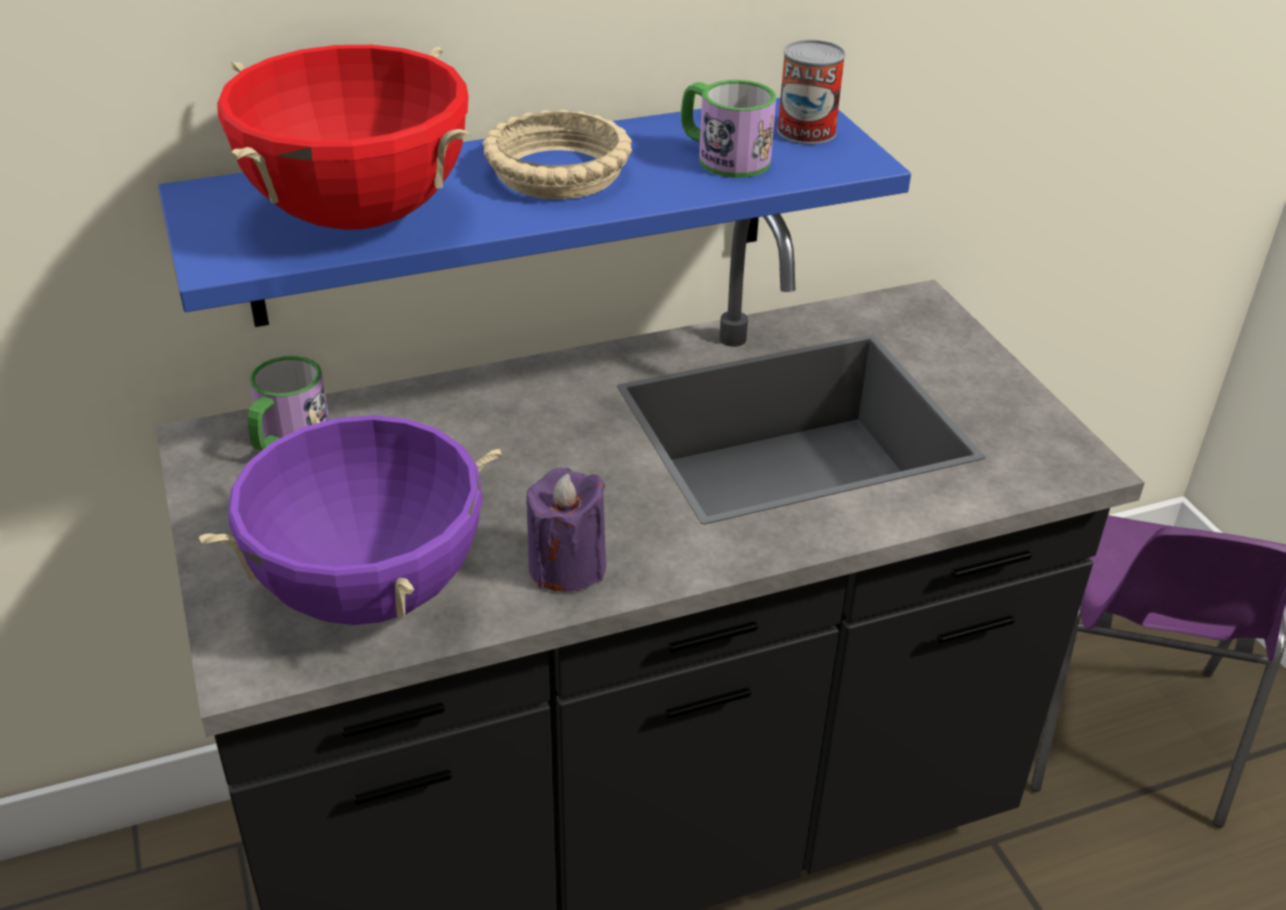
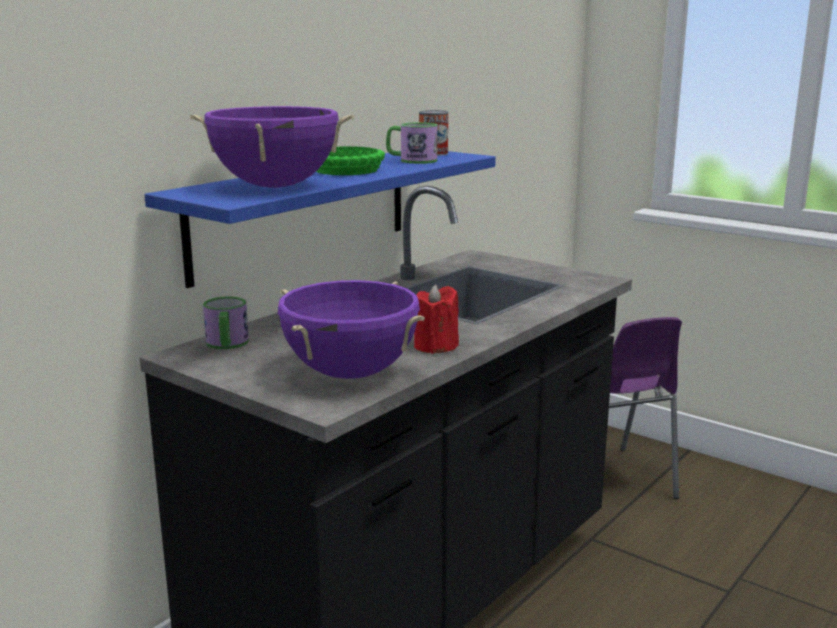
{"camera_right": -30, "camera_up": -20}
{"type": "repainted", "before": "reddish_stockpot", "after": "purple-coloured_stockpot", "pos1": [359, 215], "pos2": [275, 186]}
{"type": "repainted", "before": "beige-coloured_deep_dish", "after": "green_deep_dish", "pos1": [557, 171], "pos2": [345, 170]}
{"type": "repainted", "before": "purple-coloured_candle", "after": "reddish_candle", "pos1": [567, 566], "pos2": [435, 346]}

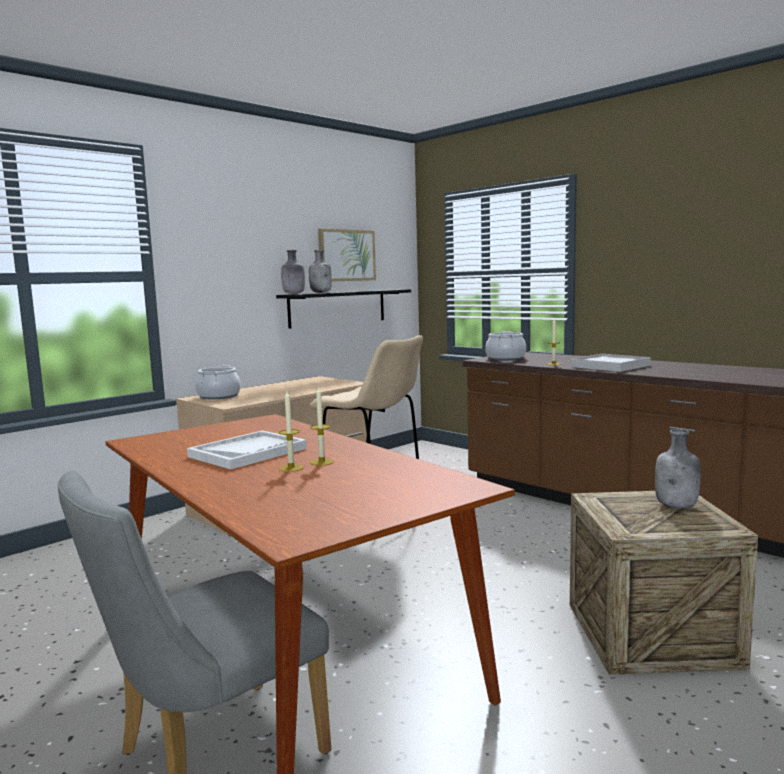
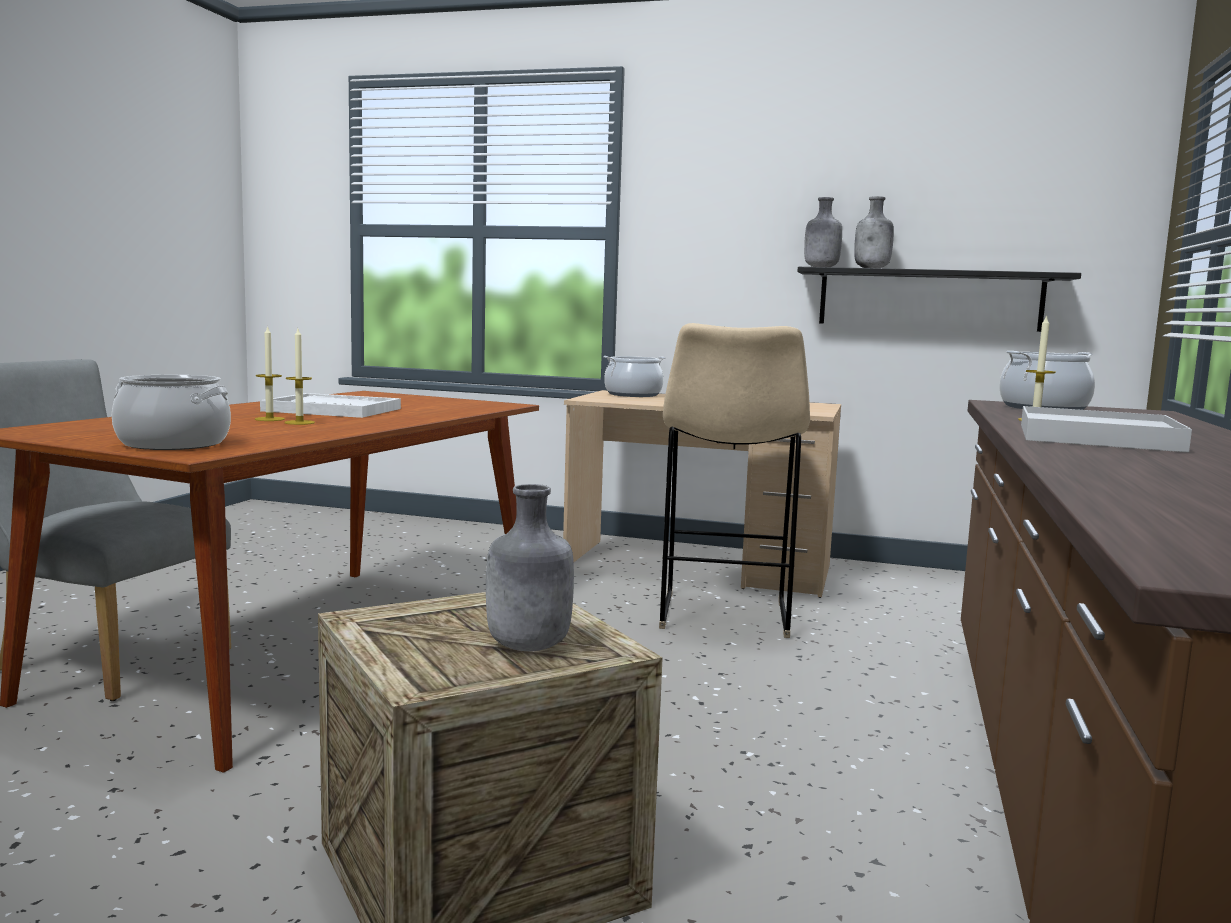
{"camera_right": 60, "camera_up": 0}
{"type": "gone", "before": "wall_art", "pos1": [346, 255]}
{"type": "new", "after": "stockpot", "pos2": [174, 444]}

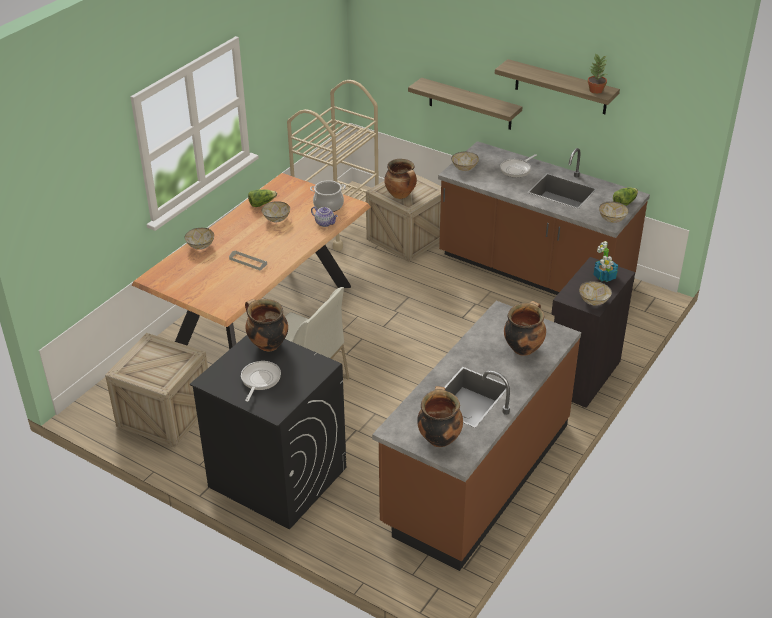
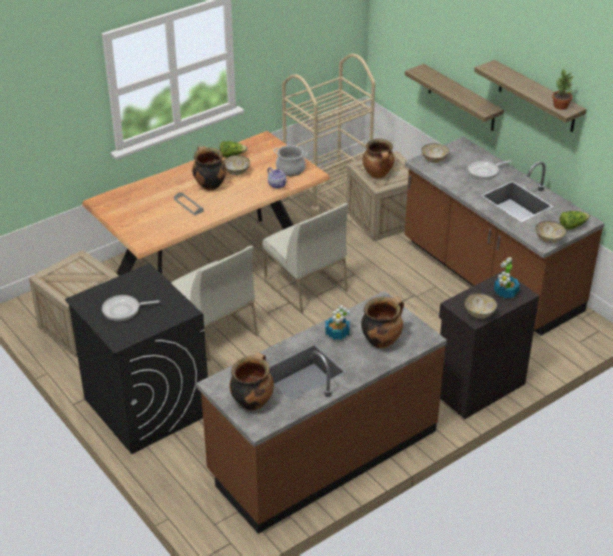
{"camera_right": 20, "camera_up": 0}
{"type": "gone", "before": "deep_dish", "pos1": [200, 246]}
{"type": "rotated", "before": "skillet", "pos1": [260, 380], "pos2": [124, 310], "turn": -135}
{"type": "shifted", "before": "stockpot", "pos1": [267, 344], "pos2": [209, 185]}
{"type": "new", "after": "white-coloured_upright_chair", "pos2": [304, 286]}
{"type": "new", "after": "potted_plant", "pos2": [337, 333]}

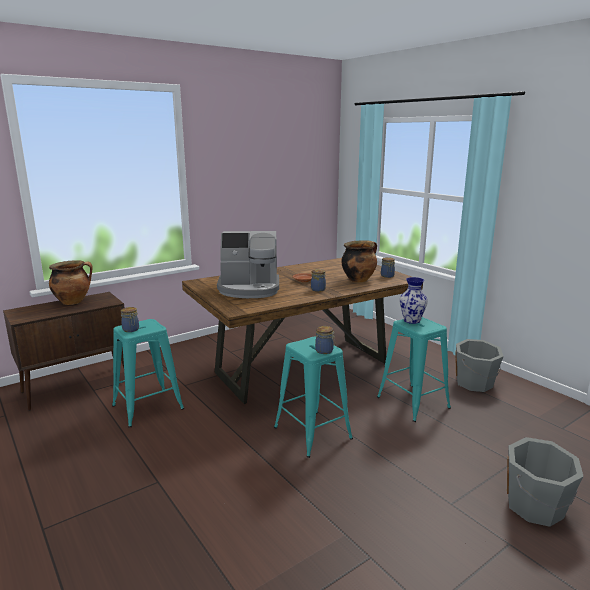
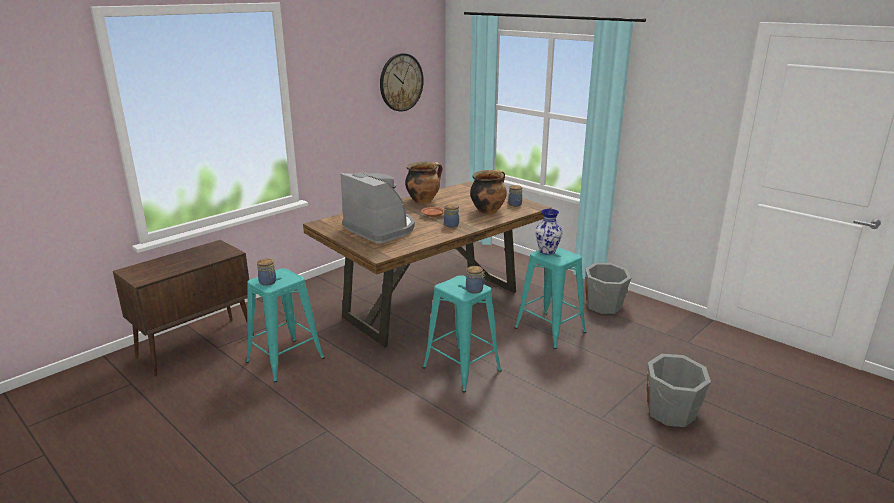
{"camera_right": -10, "camera_up": 5}
{"type": "shifted", "before": "stockpot", "pos1": [73, 302], "pos2": [423, 200]}
{"type": "rotated", "before": "coffee_machine", "pos1": [249, 289], "pos2": [381, 229], "turn": -120}
{"type": "new", "after": "clock_on_the_wall", "pos2": [401, 82]}

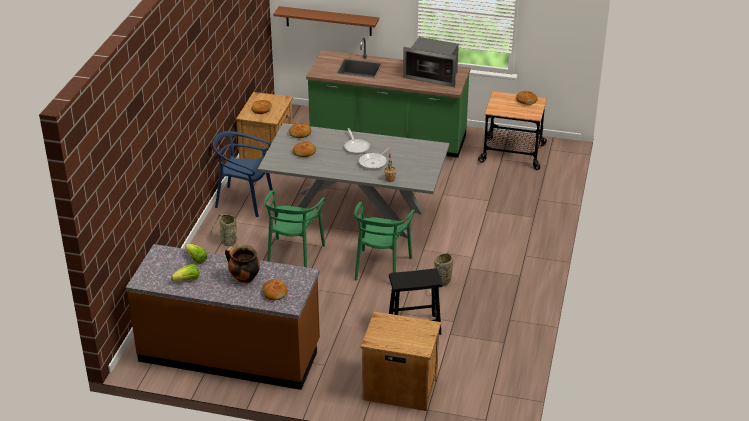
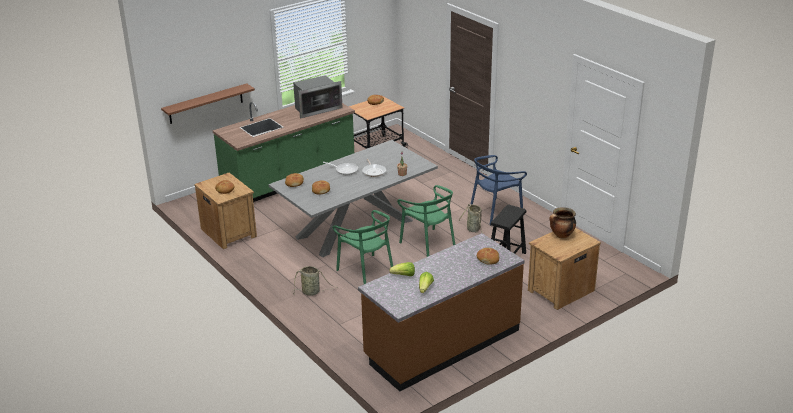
{"camera_right": -50, "camera_up": -5}
{"type": "shifted", "before": "blue-coloured_upright_chair", "pos1": [244, 200], "pos2": [495, 211]}
{"type": "shifted", "before": "stockpot", "pos1": [244, 278], "pos2": [561, 235]}

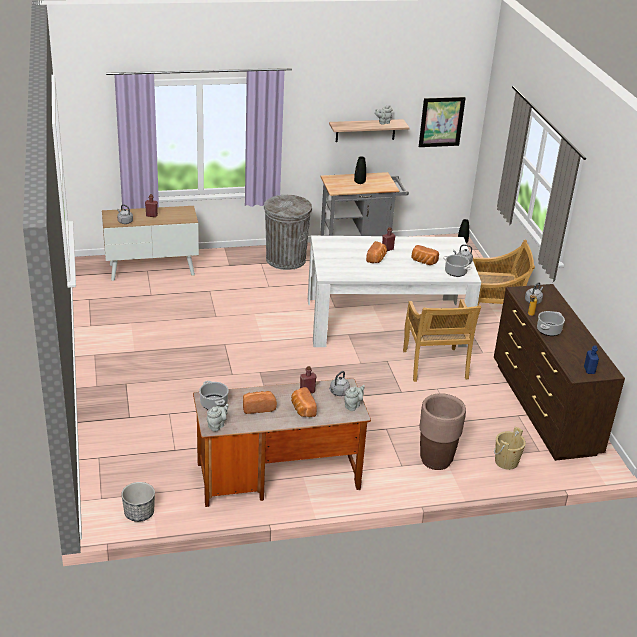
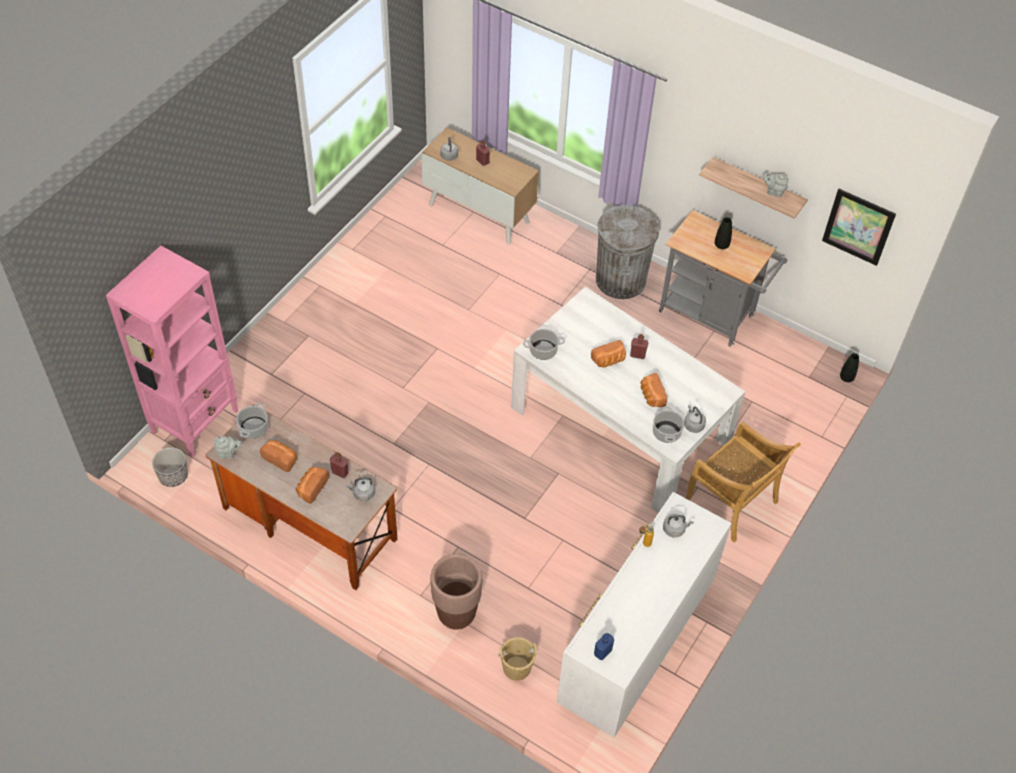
{"camera_right": 45, "camera_up": 20}
{"type": "gone", "before": "greyish_teapot", "pos1": [353, 405]}
{"type": "gone", "before": "beige-coloured_upright_chair", "pos1": [435, 366]}
{"type": "repainted", "before": "brown-coloured_dresser", "after": "white-coloured_dresser", "pos1": [544, 409], "pos2": [635, 643]}
{"type": "shifted", "before": "stockpot", "pos1": [548, 330], "pos2": [543, 350]}
{"type": "new", "after": "pink_shelving_unit", "pos2": [196, 421]}

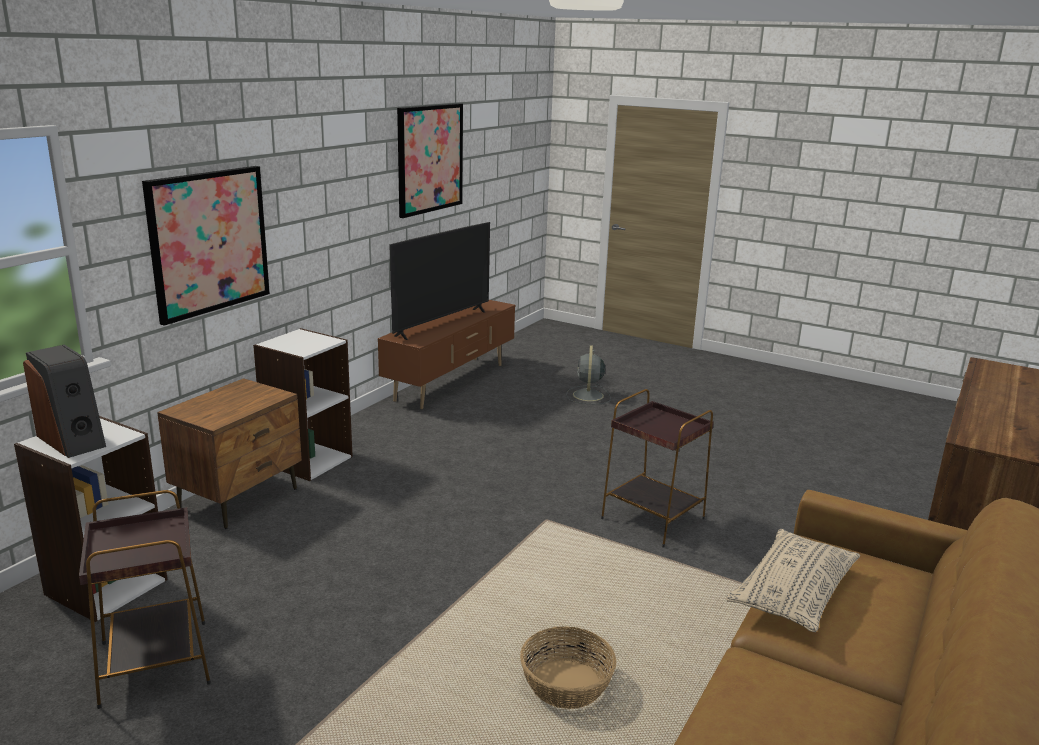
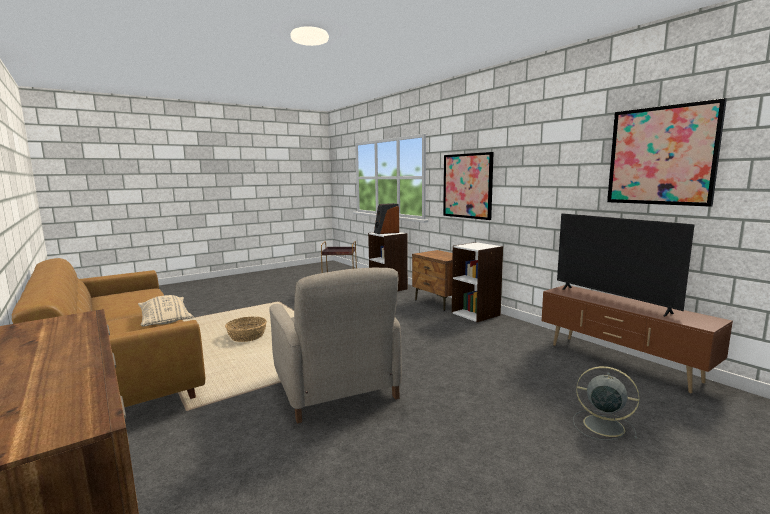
{"camera_right": 115, "camera_up": -10}
{"type": "swapped", "before": "brown-coloured_end_table", "after": "beige-coloured_armchair", "pos1": [653, 519], "pos2": [336, 388]}

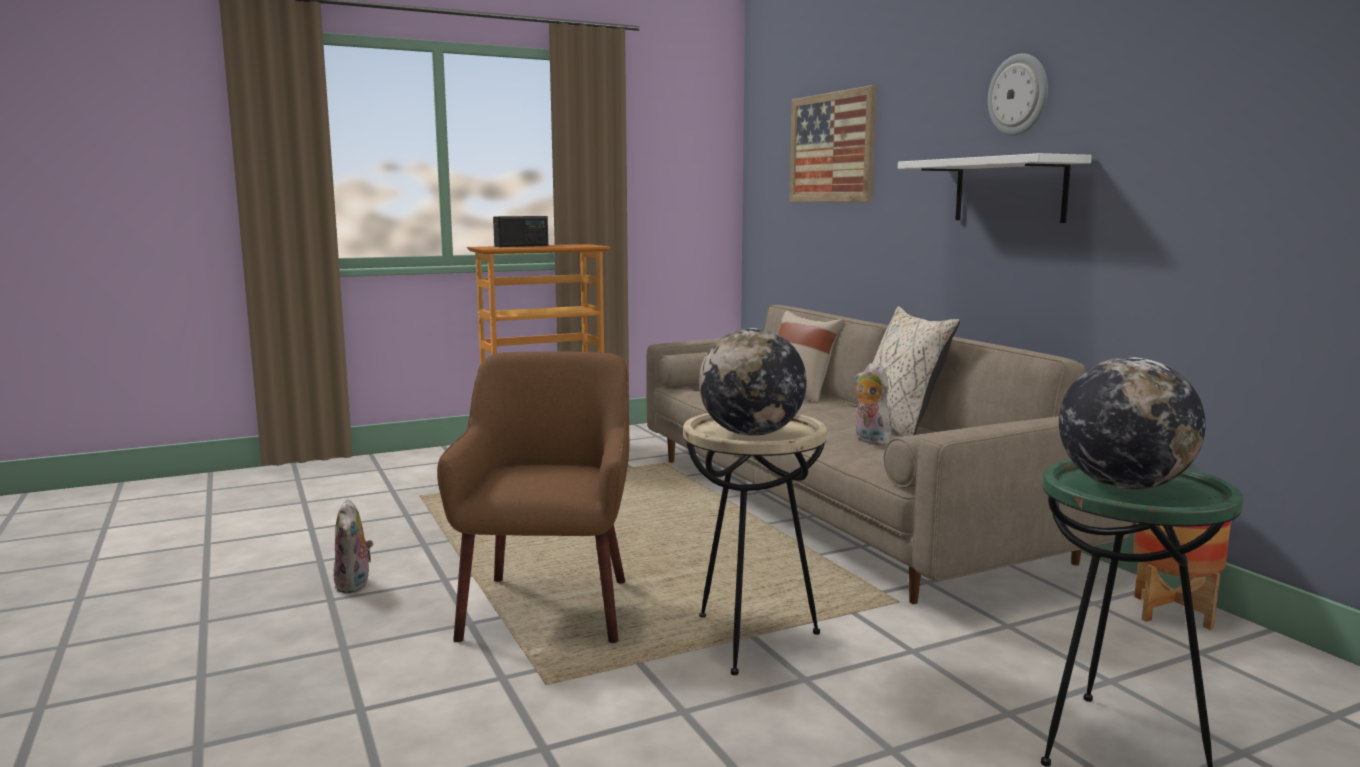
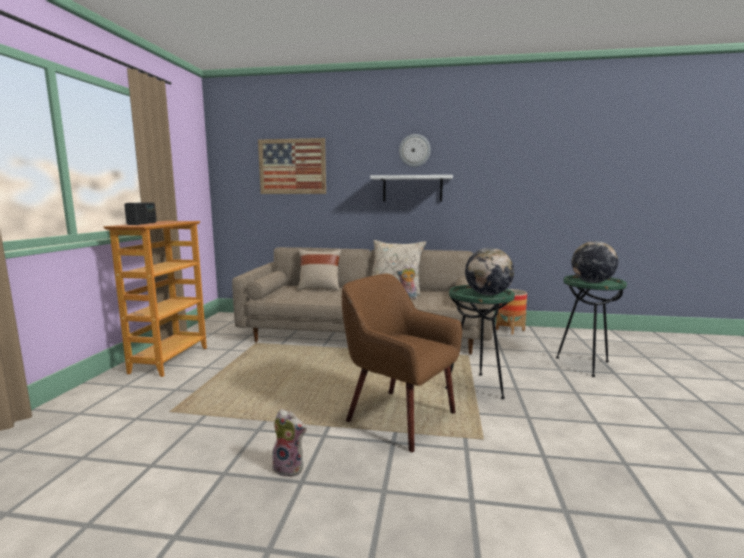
{"camera_right": -55, "camera_up": 0}
{"type": "repainted", "before": "beige-coloured_end_table", "after": "green_end_table", "pos1": [750, 640], "pos2": [476, 387]}

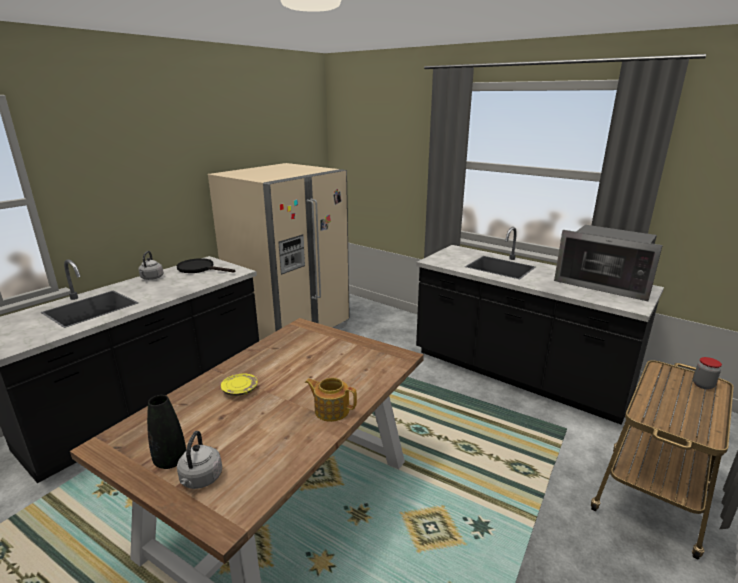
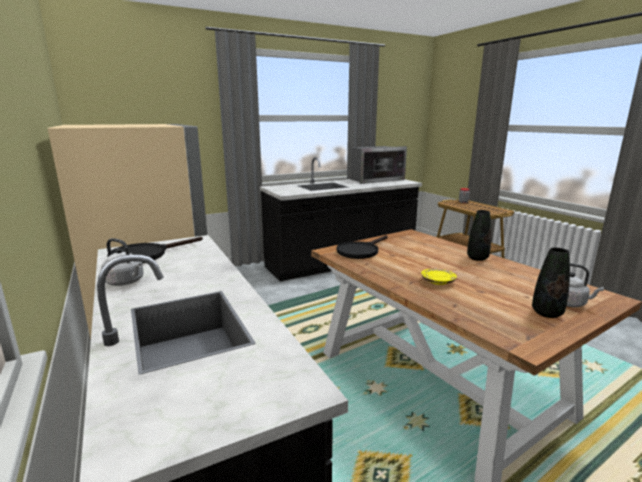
{"camera_right": -65, "camera_up": -5}
{"type": "swapped", "before": "teapot", "after": "black-coloured_decorative_vase", "pos1": [331, 410], "pos2": [477, 258]}
{"type": "new", "after": "black-coloured_skillet", "pos2": [360, 251]}

